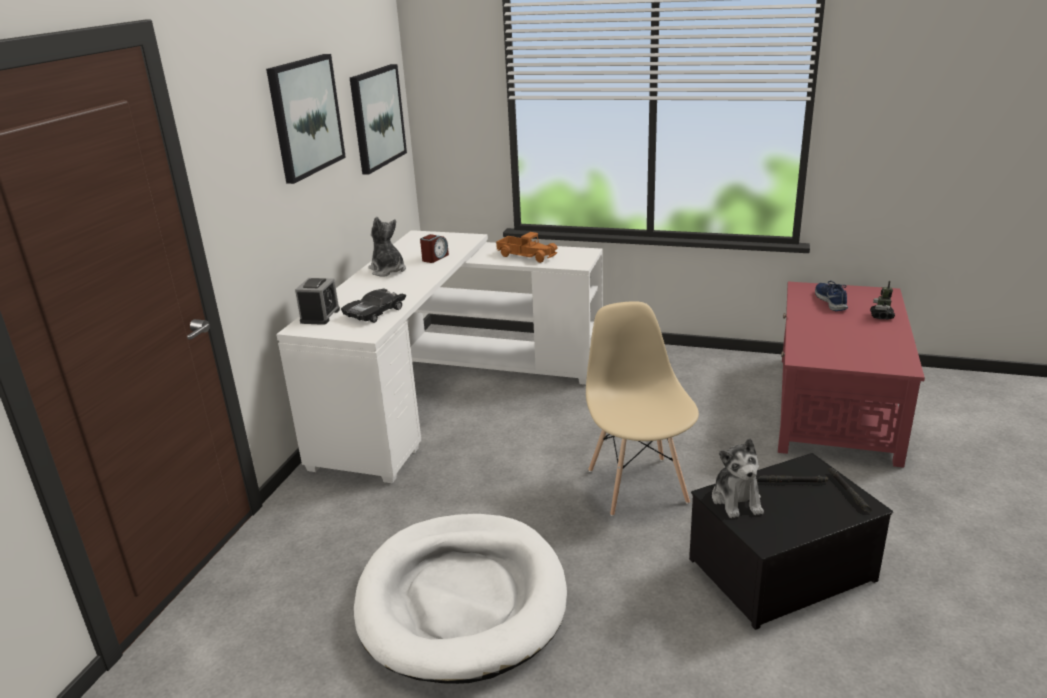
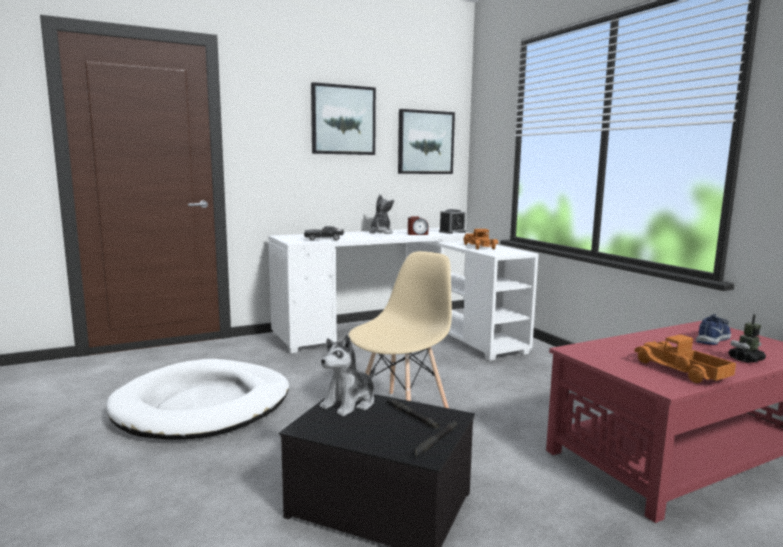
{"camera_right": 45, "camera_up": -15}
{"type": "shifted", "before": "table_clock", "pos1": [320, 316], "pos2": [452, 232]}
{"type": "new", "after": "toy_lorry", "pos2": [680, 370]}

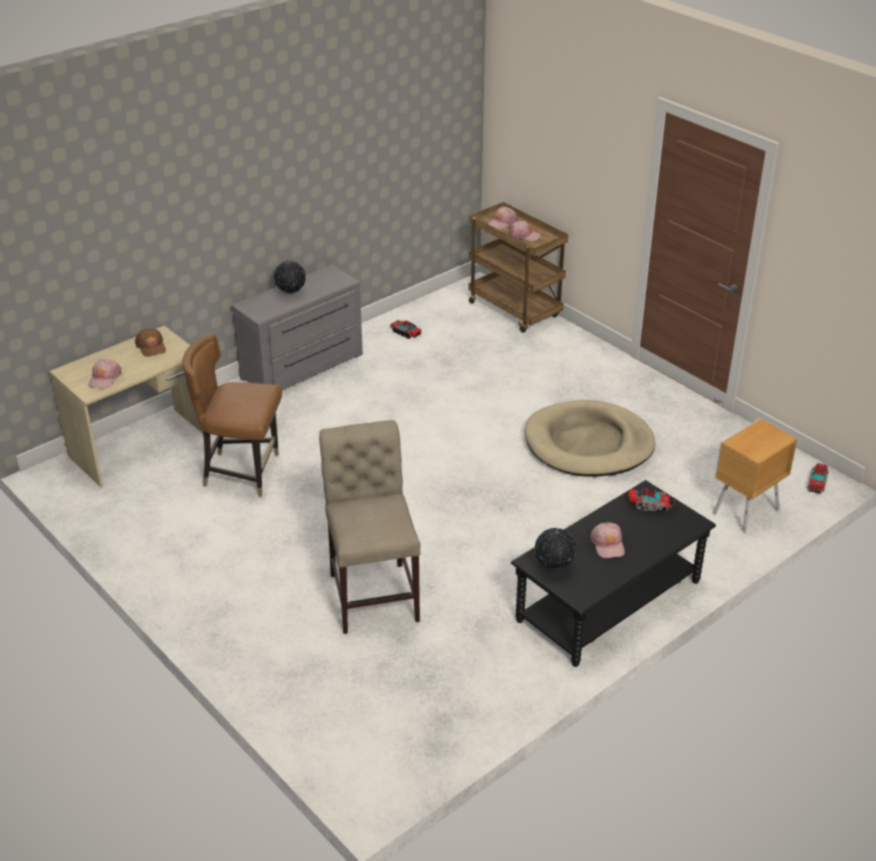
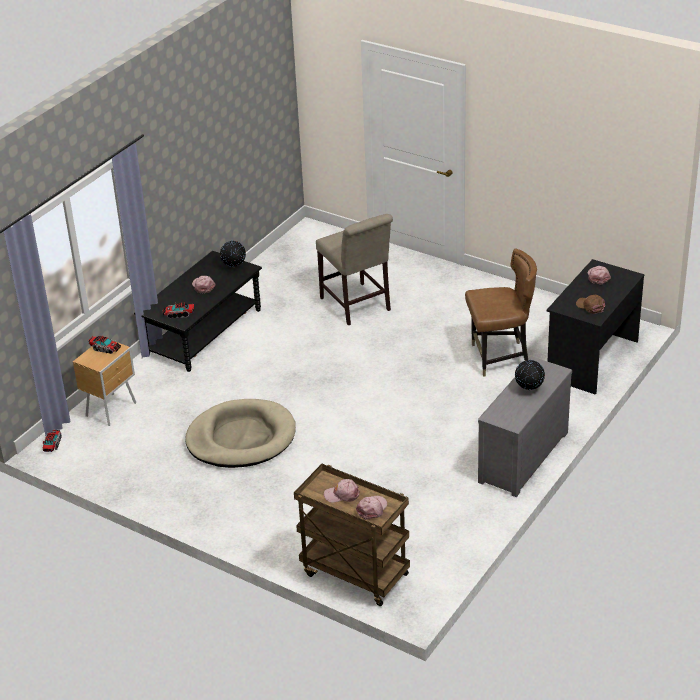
{"camera_right": 165, "camera_up": 0}
{"type": "repainted", "before": "beige-coloured_desk_table", "after": "black-coloured_desk_table", "pos1": [141, 447], "pos2": [591, 359]}
{"type": "shifted", "before": "toy_lorry", "pos1": [406, 333], "pos2": [105, 348]}

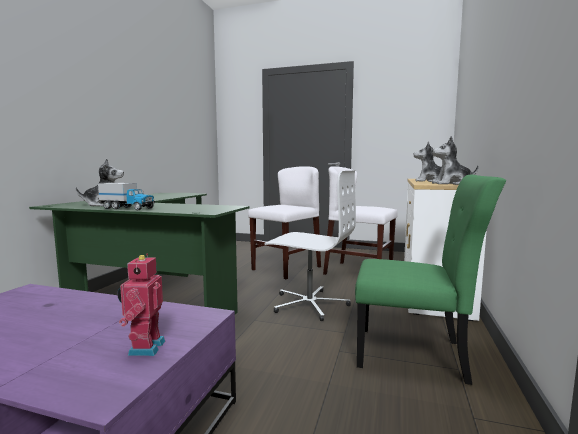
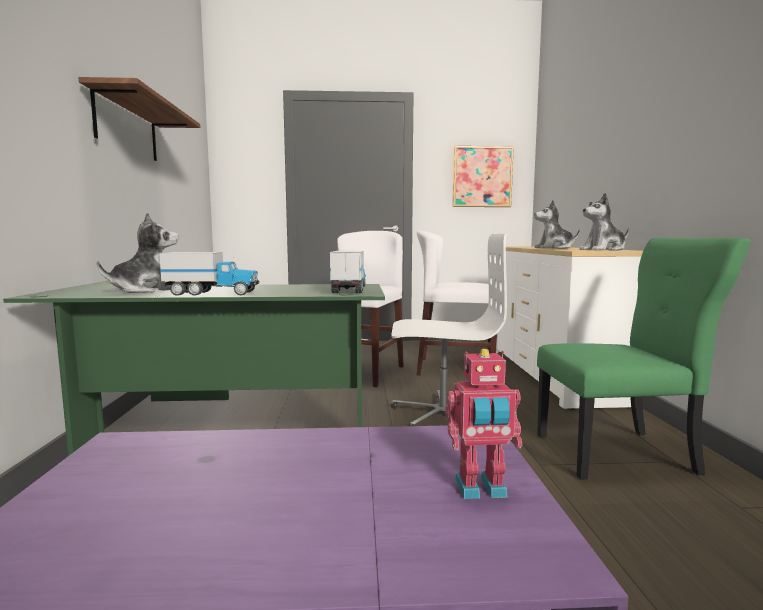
{"camera_right": -20, "camera_up": 0}
{"type": "rotated", "before": "toy_robot", "pos1": [144, 348], "pos2": [481, 490], "turn": -75}
{"type": "new", "after": "shelf", "pos2": [127, 127]}
{"type": "new", "after": "toy_lorry", "pos2": [349, 289]}
{"type": "new", "after": "wall_art", "pos2": [482, 177]}

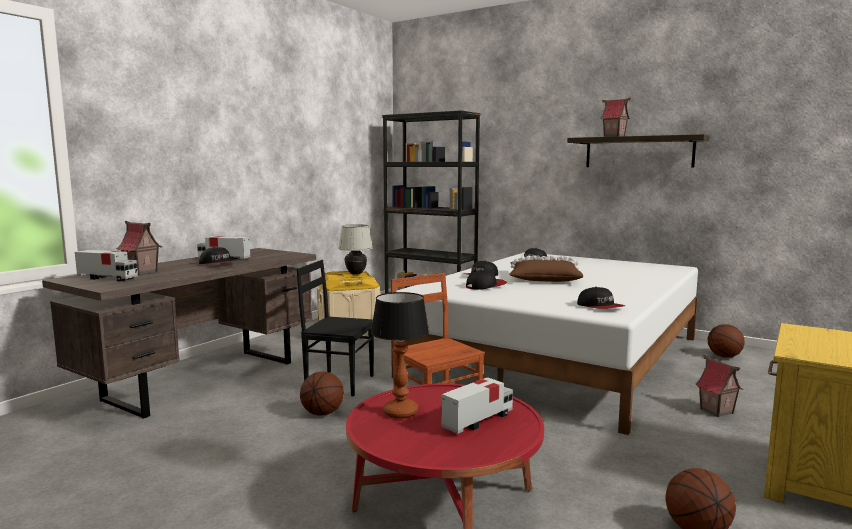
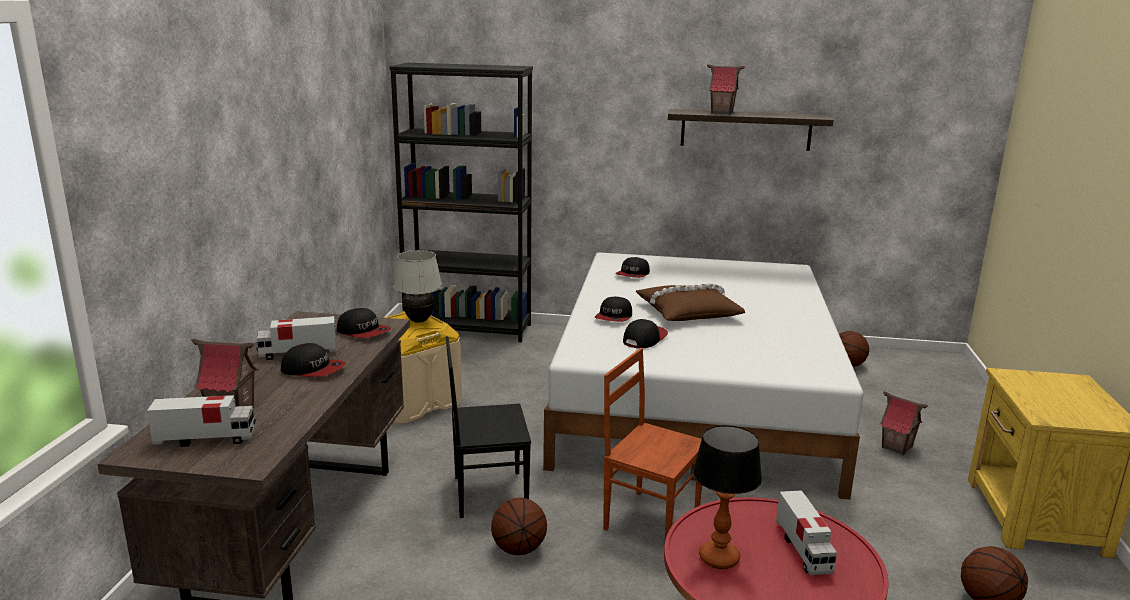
{"camera_right": -25, "camera_up": 10}
{"type": "rotated", "before": "toy_lorry", "pos1": [478, 421], "pos2": [803, 550], "turn": 150}
{"type": "shifted", "before": "baseball_cap", "pos1": [600, 307], "pos2": [363, 332]}

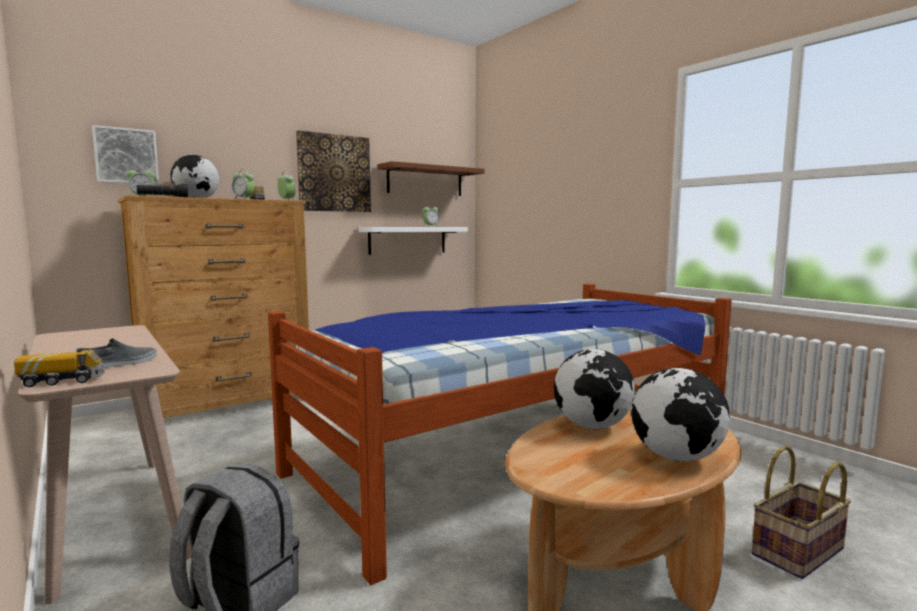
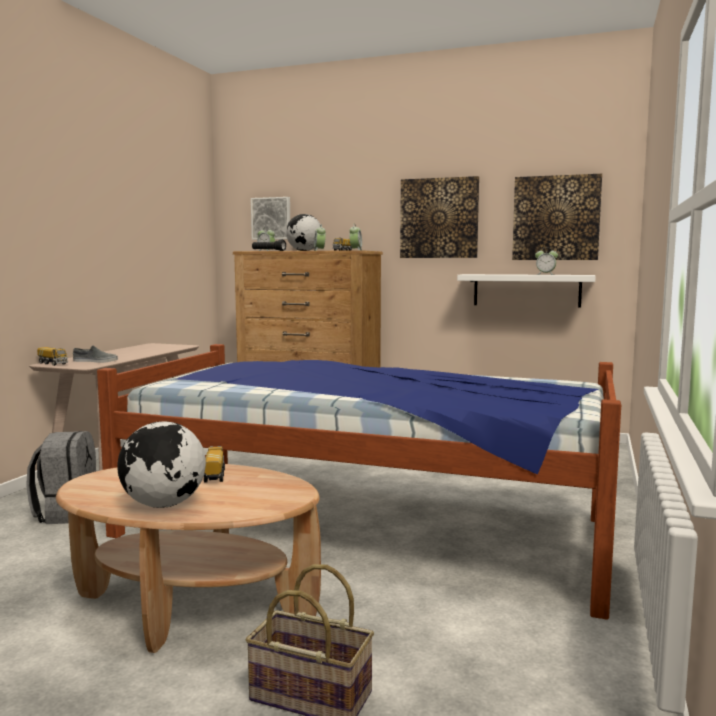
{"camera_right": 55, "camera_up": 0}
{"type": "swapped", "before": "brown-coloured_shelf", "after": "wall_art", "pos1": [425, 181], "pos2": [556, 218]}
{"type": "swapped", "before": "world_globe", "after": "toy_lorry", "pos1": [592, 426], "pos2": [214, 475]}

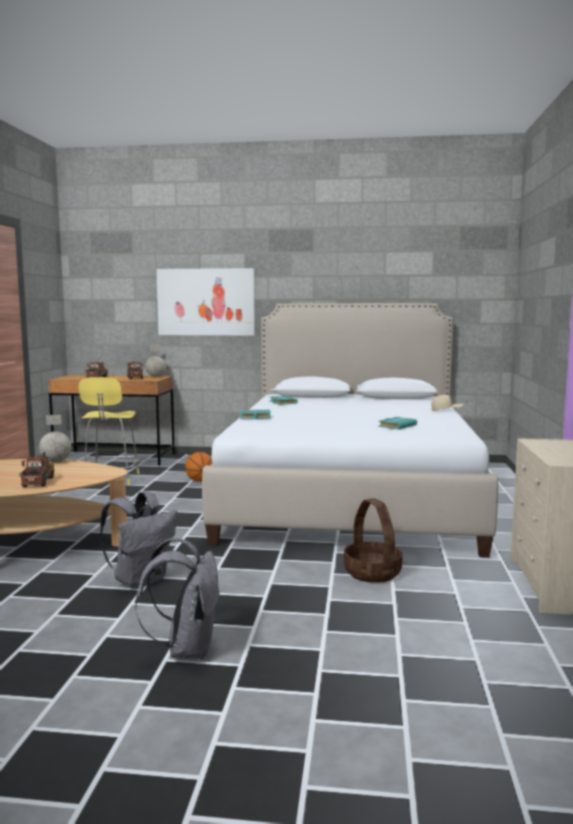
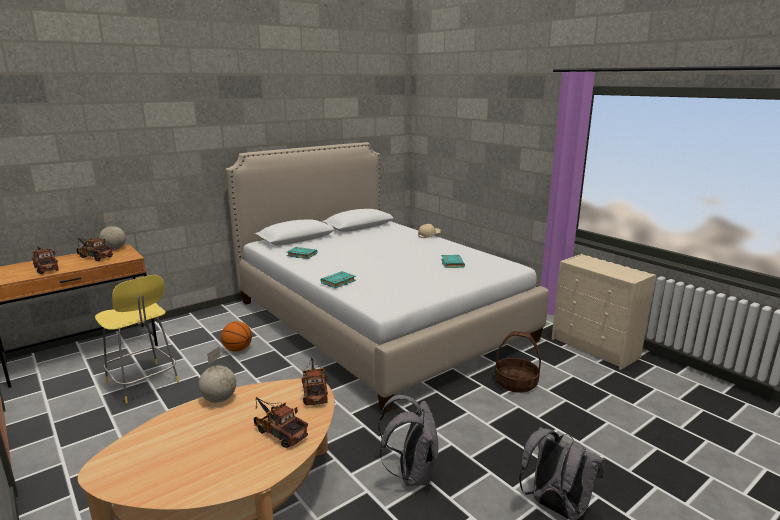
{"camera_right": -45, "camera_up": 10}
{"type": "gone", "before": "wall_art", "pos1": [206, 302]}
{"type": "new", "after": "toy_lorry", "pos2": [314, 391]}

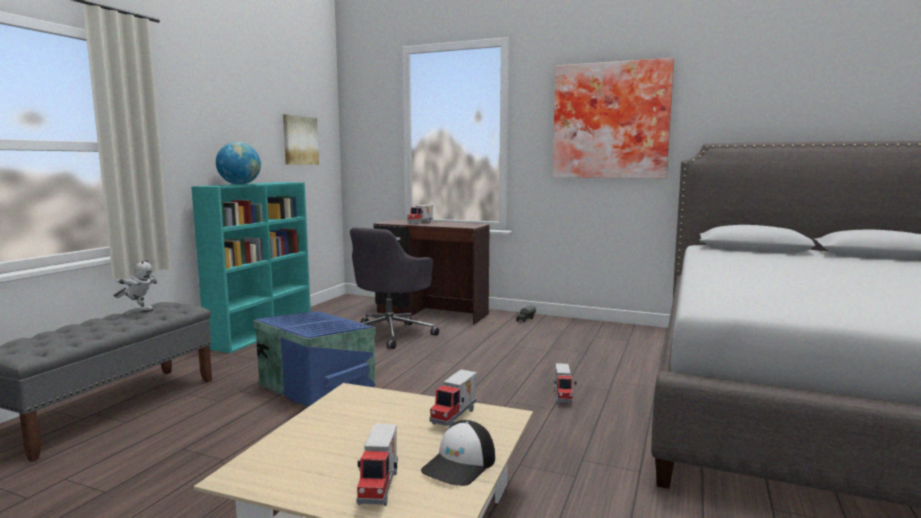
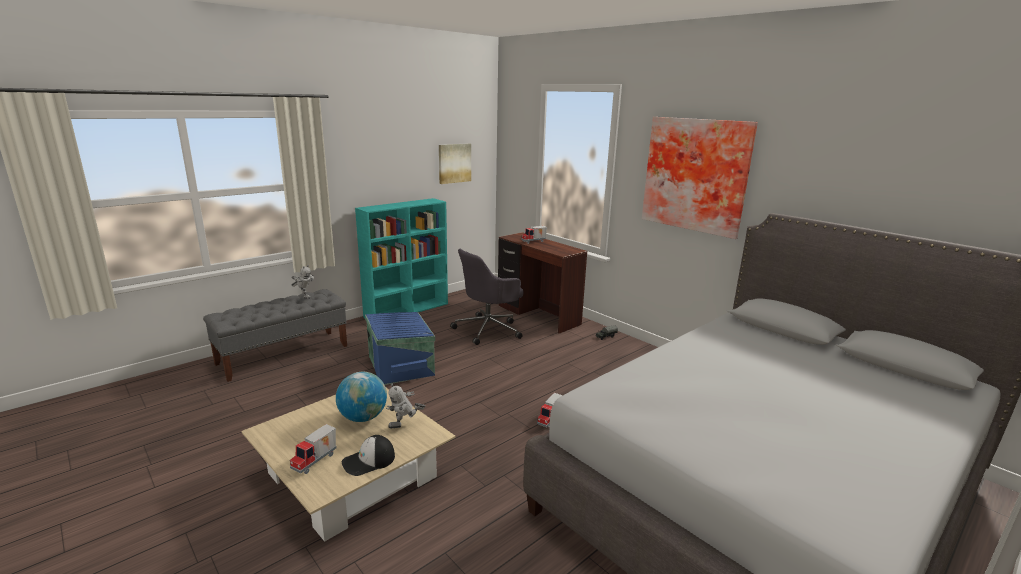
{"camera_right": 25, "camera_up": 10}
{"type": "shifted", "before": "world_globe", "pos1": [240, 184], "pos2": [363, 417]}
{"type": "swapped", "before": "toy_lorry", "after": "toy_robot", "pos1": [455, 417], "pos2": [405, 426]}

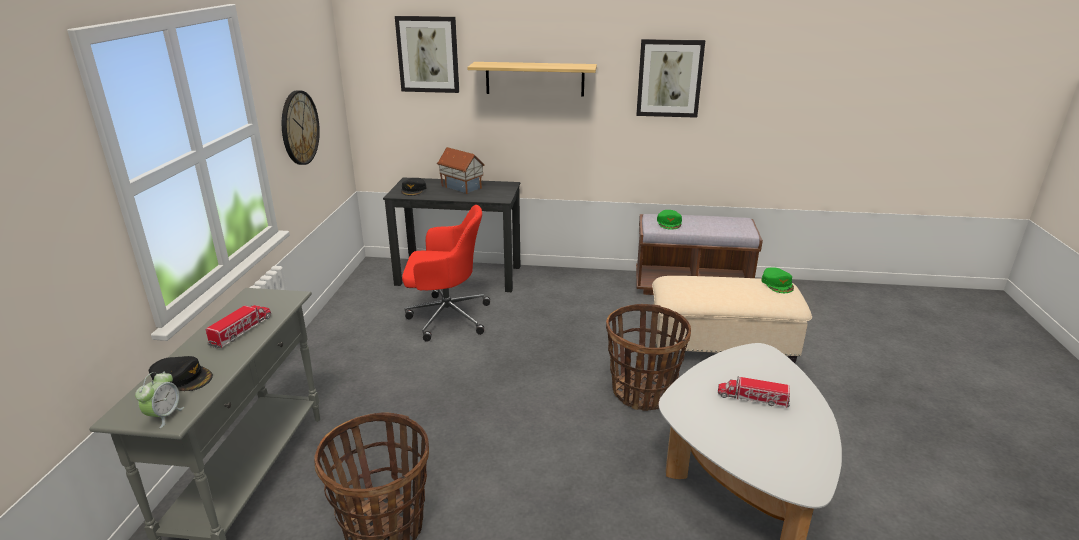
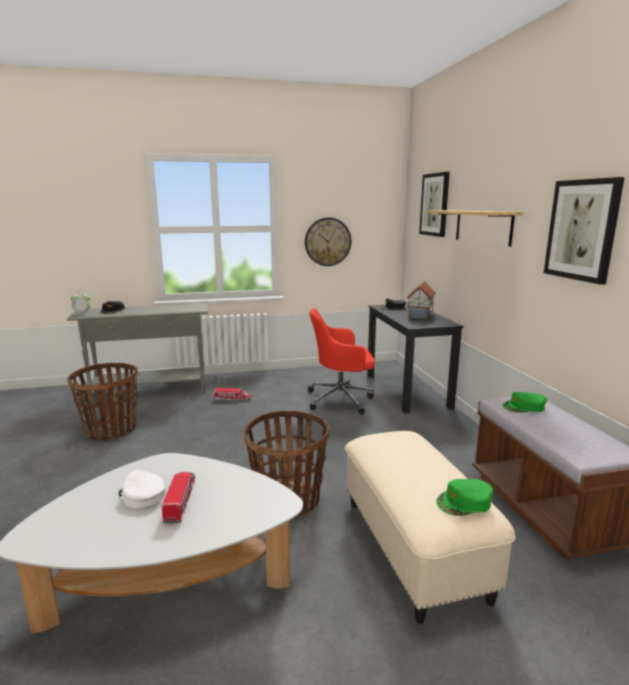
{"camera_right": 70, "camera_up": -10}
{"type": "shifted", "before": "toy_lorry", "pos1": [241, 331], "pos2": [232, 399]}
{"type": "rotated", "before": "reddish_office_chair", "pos1": [446, 317], "pos2": [341, 399], "turn": 105}
{"type": "new", "after": "white-coloured_baseball_cap", "pos2": [142, 494]}

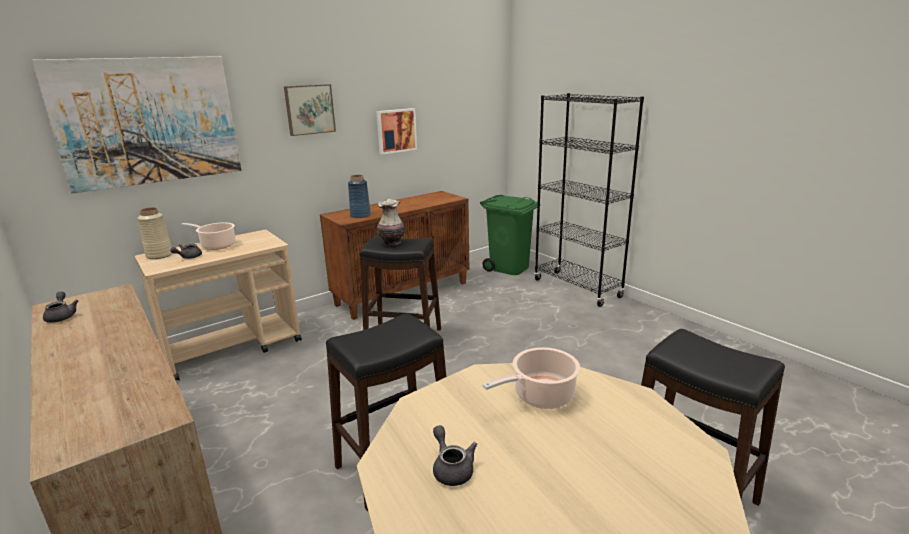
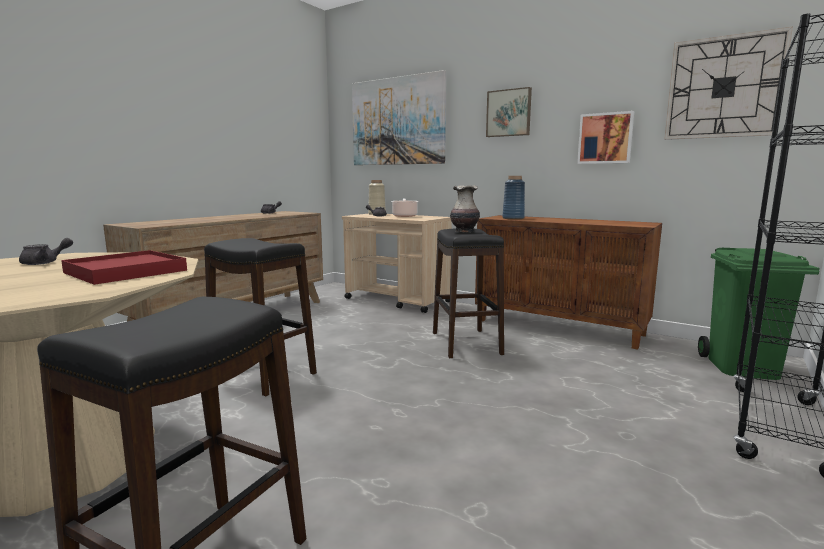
{"camera_right": 70, "camera_up": -10}
{"type": "swapped", "before": "stockpot", "after": "reddish_tray", "pos1": [540, 396], "pos2": [126, 271]}
{"type": "new", "after": "clock_on_the_wall", "pos2": [723, 87]}

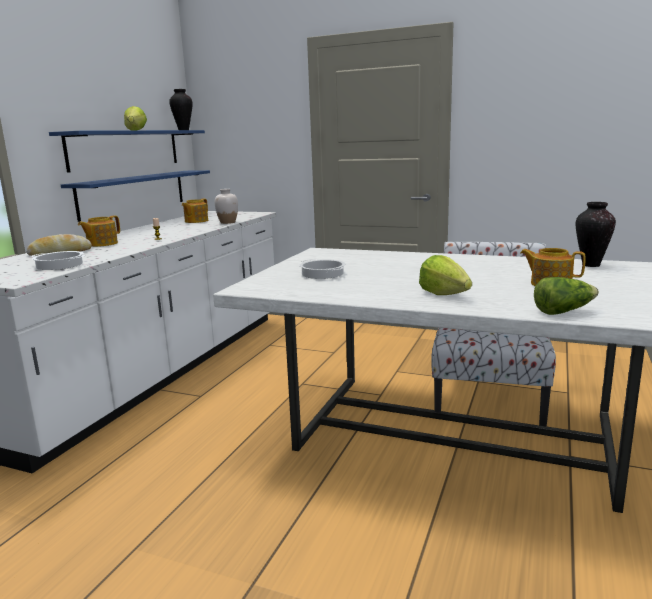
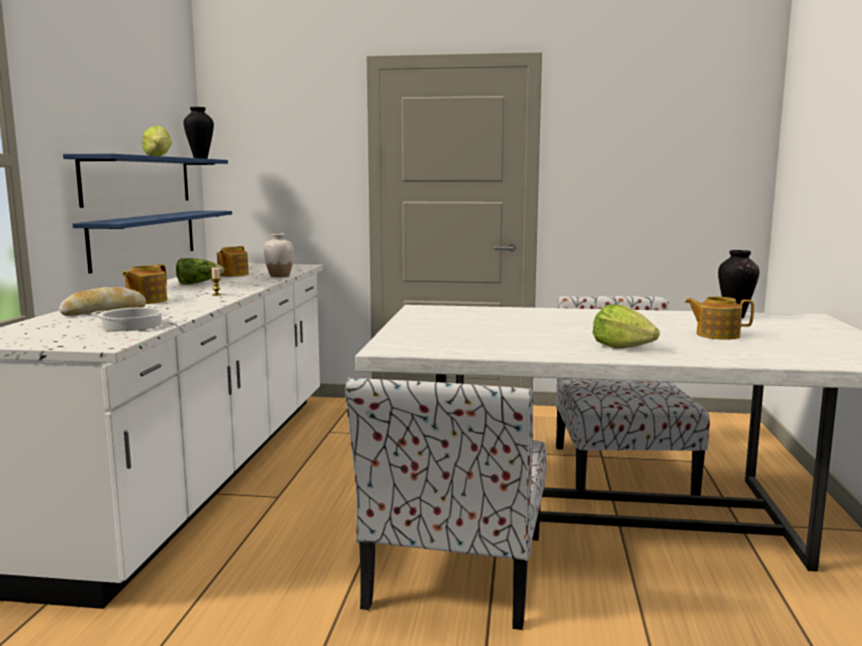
{"camera_right": -15, "camera_up": -5}
{"type": "gone", "before": "stockpot", "pos1": [323, 273]}
{"type": "shifted", "before": "lettuce_head", "pos1": [563, 311], "pos2": [198, 283]}
{"type": "new", "after": "upright_chair", "pos2": [455, 573]}

